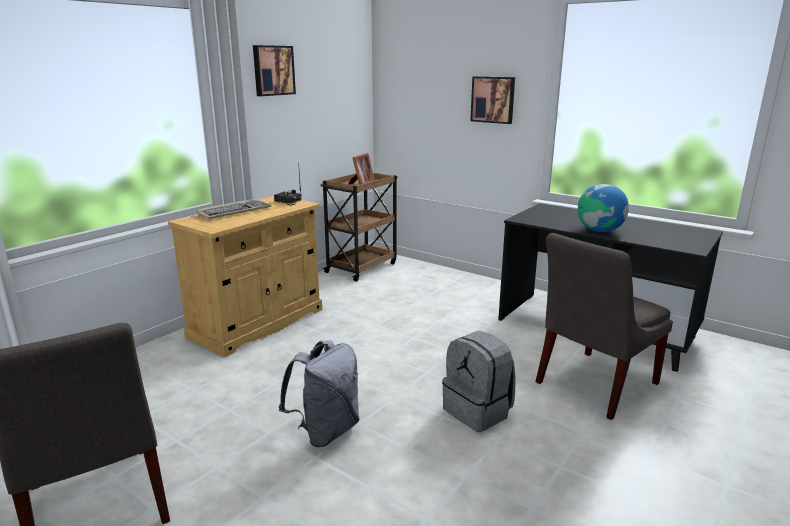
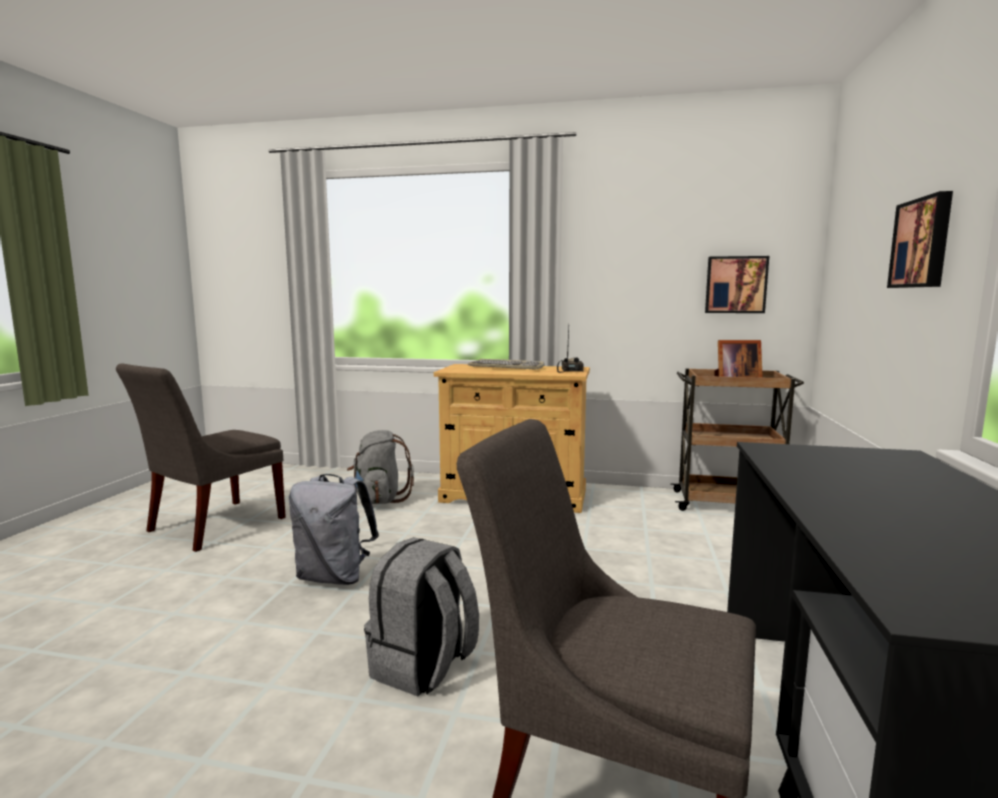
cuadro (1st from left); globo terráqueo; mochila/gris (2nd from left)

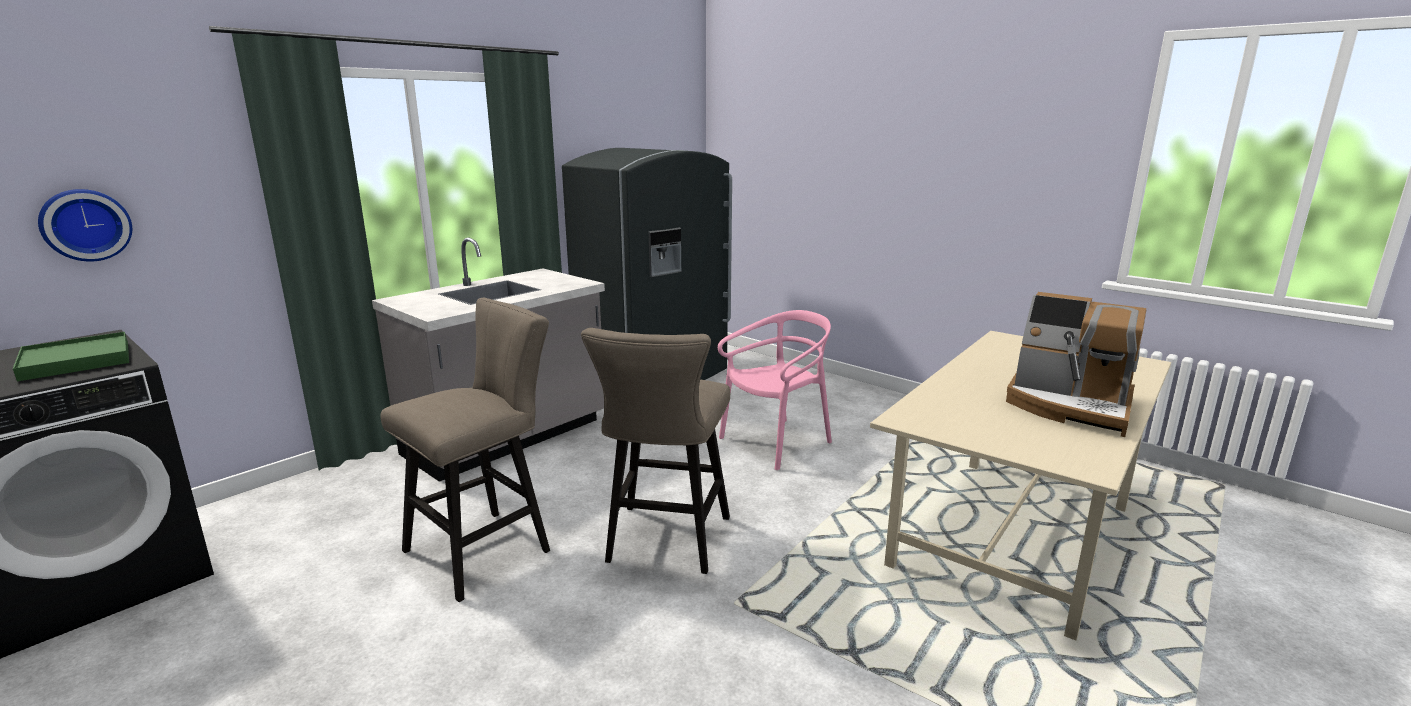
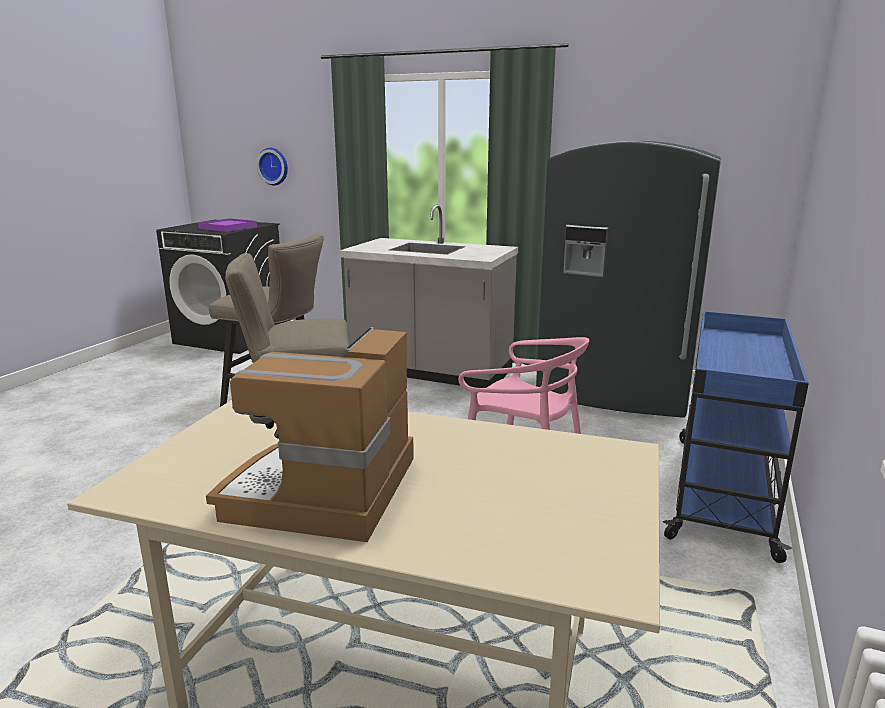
bandeja/morado; carrito/azul

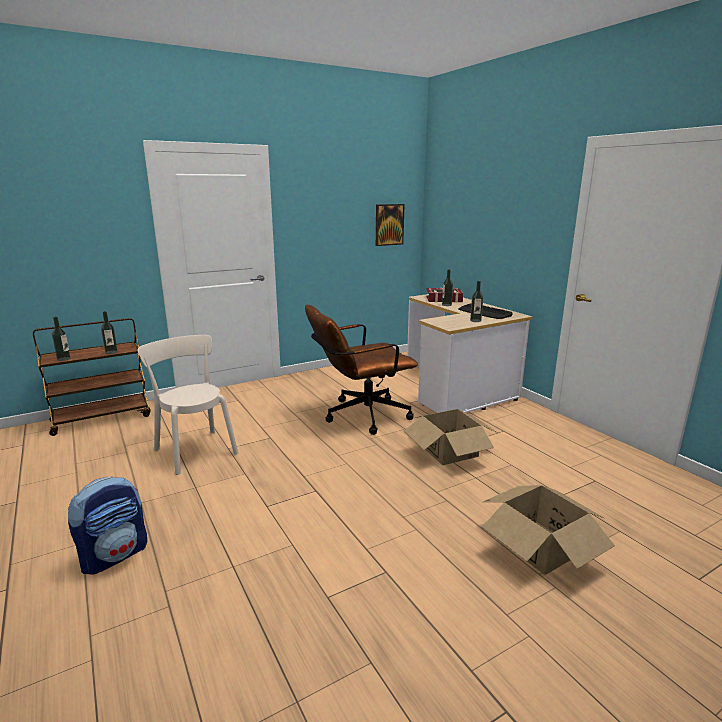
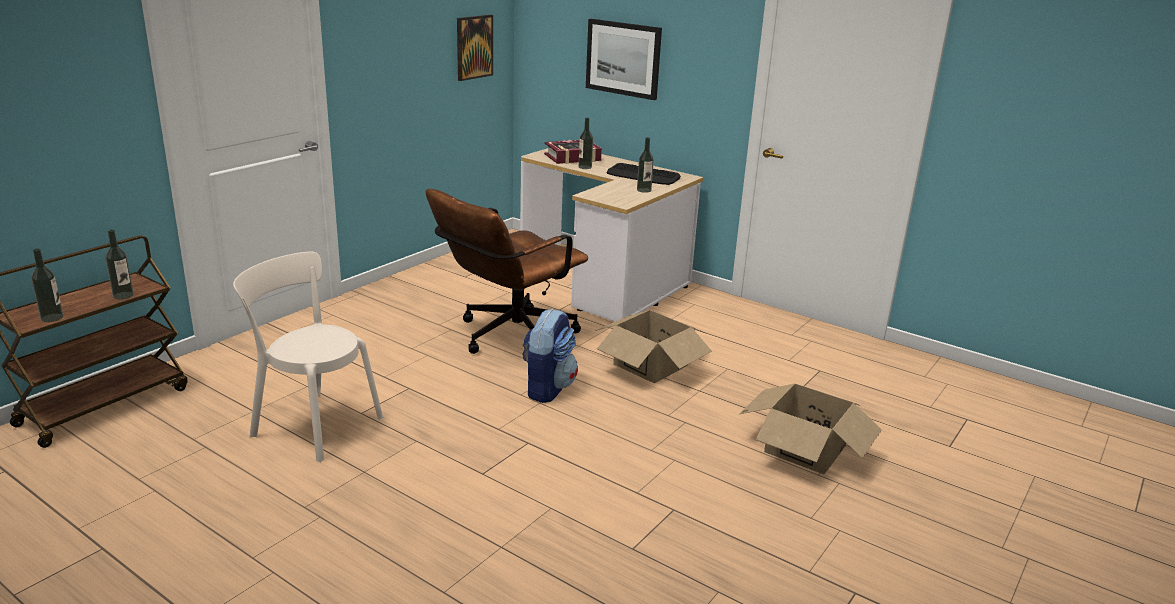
mochila; cuadro (2nd from left)

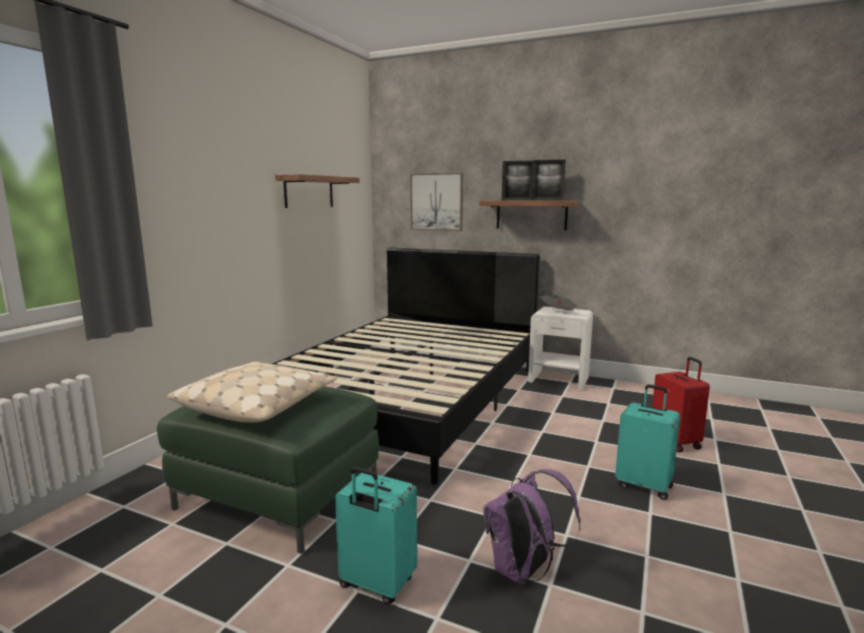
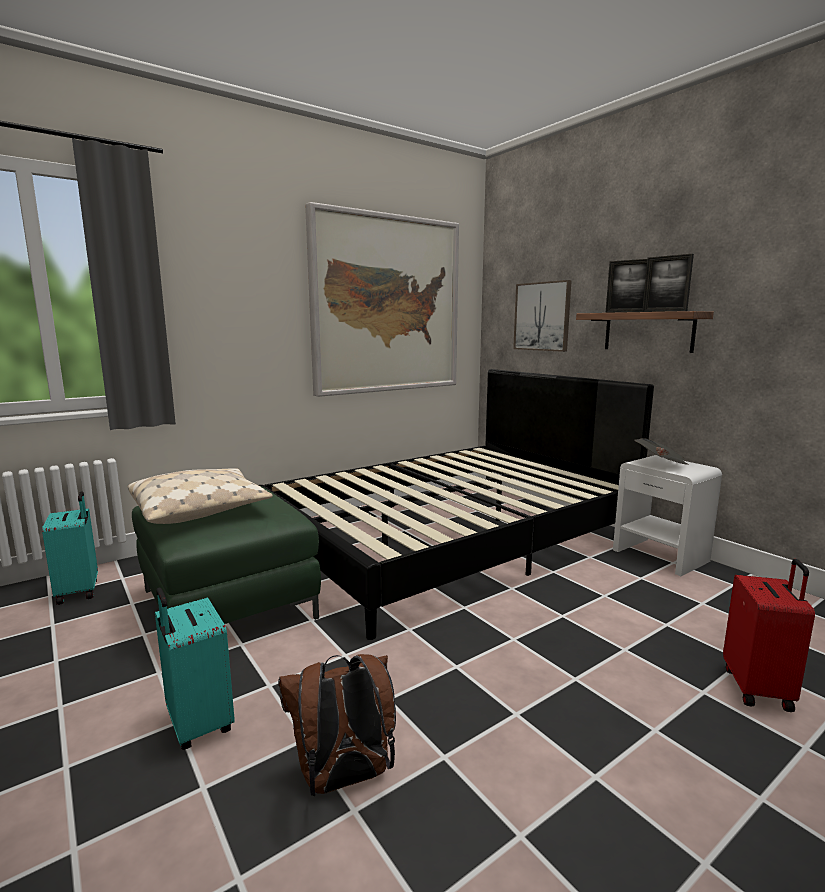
cuadro (1st from left); maleta/turquesa (1st from left); mochila/marrón

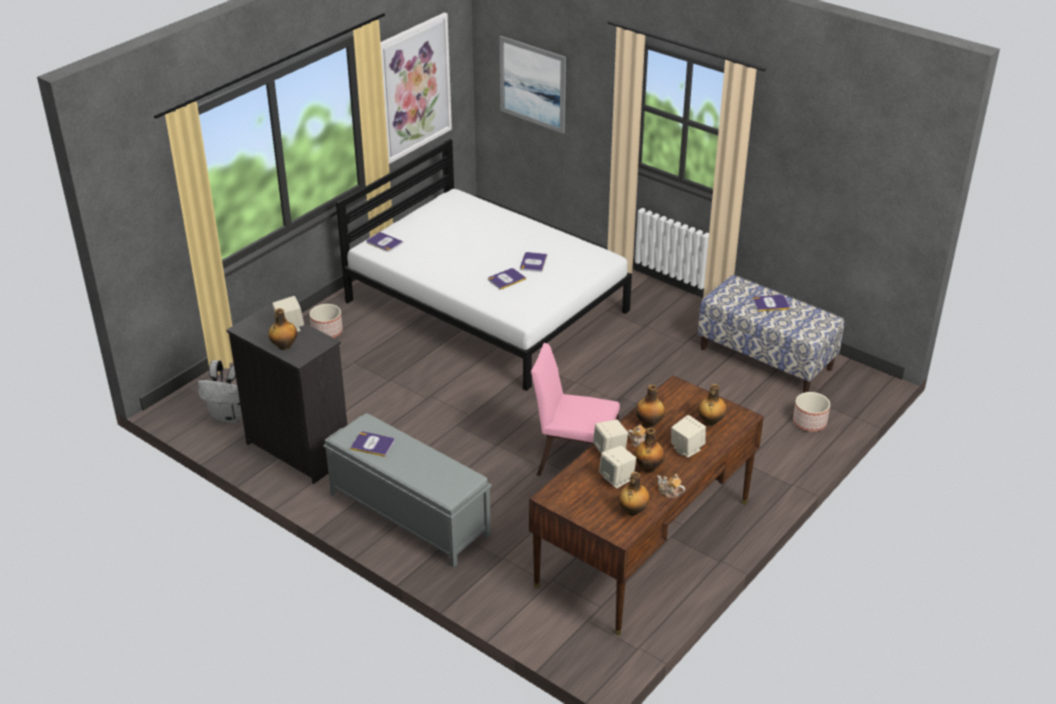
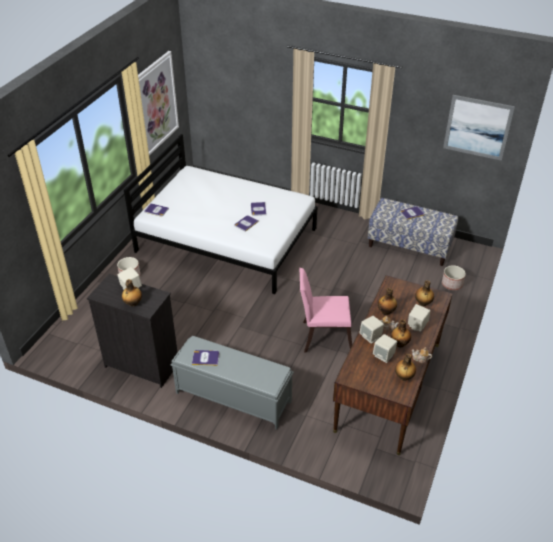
cuadro (2nd from left); mochila/blanco

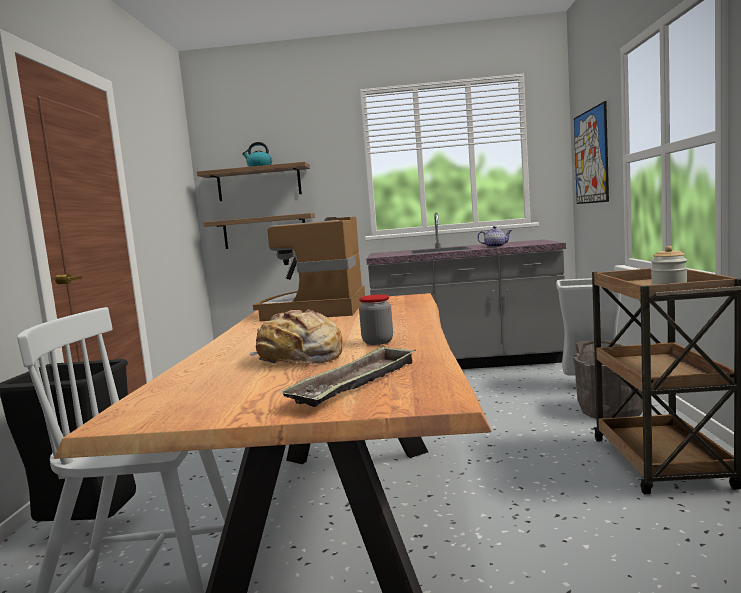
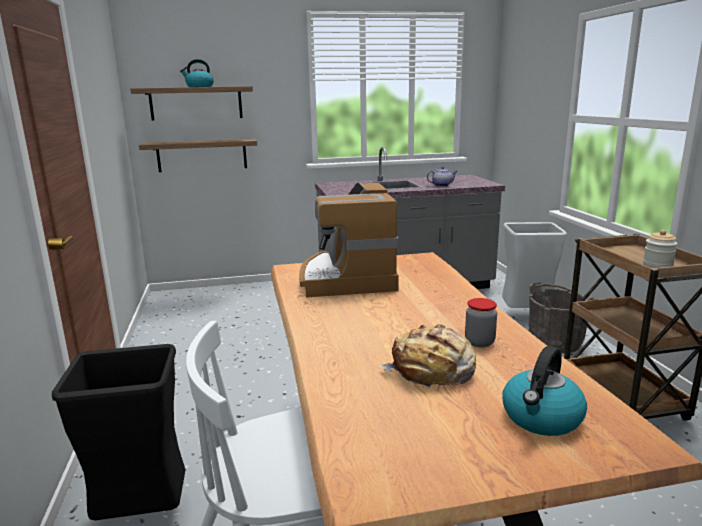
cuadro; hervidor (2nd from left)

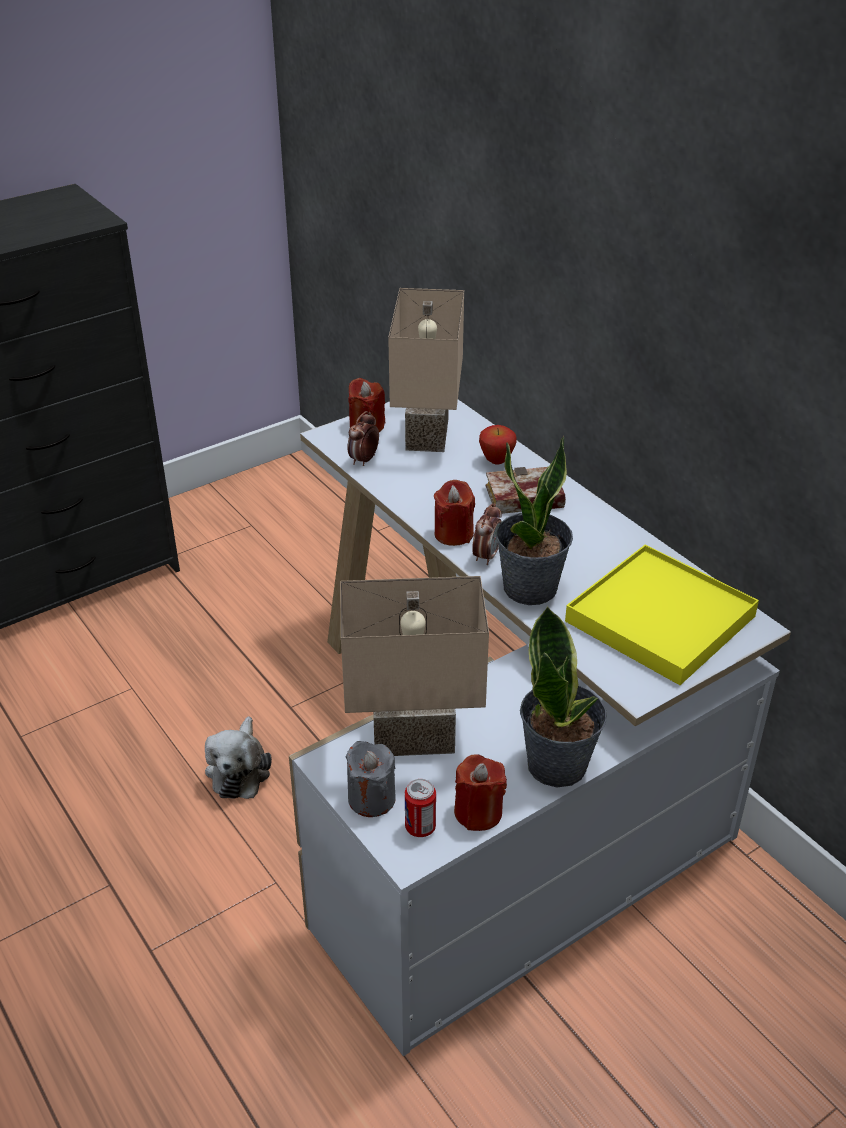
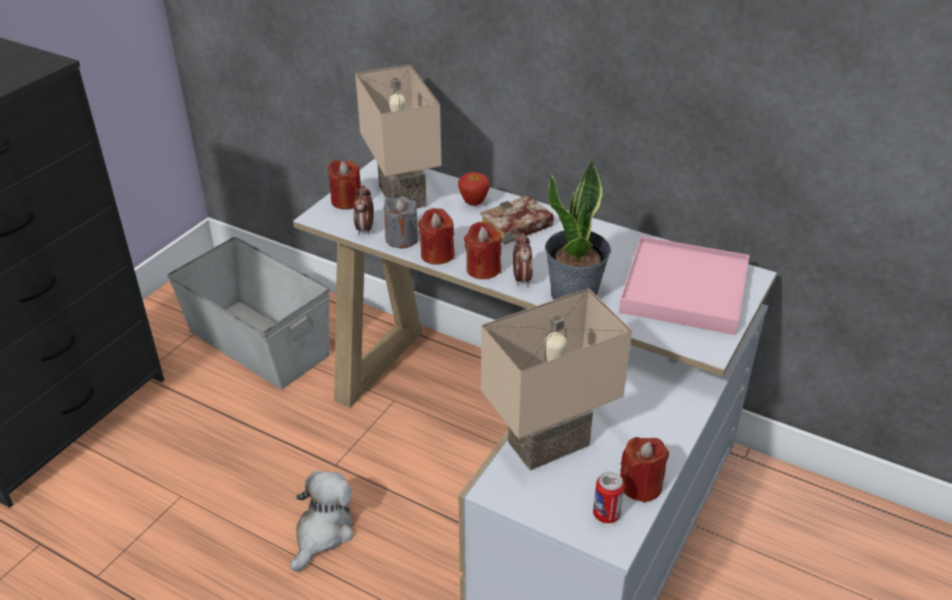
bandeja/rosa; planta en maceta (2nd from left in the first image); peluche; vela/gris; vela/rojo (2nd from left); caja de almacenaje/gris

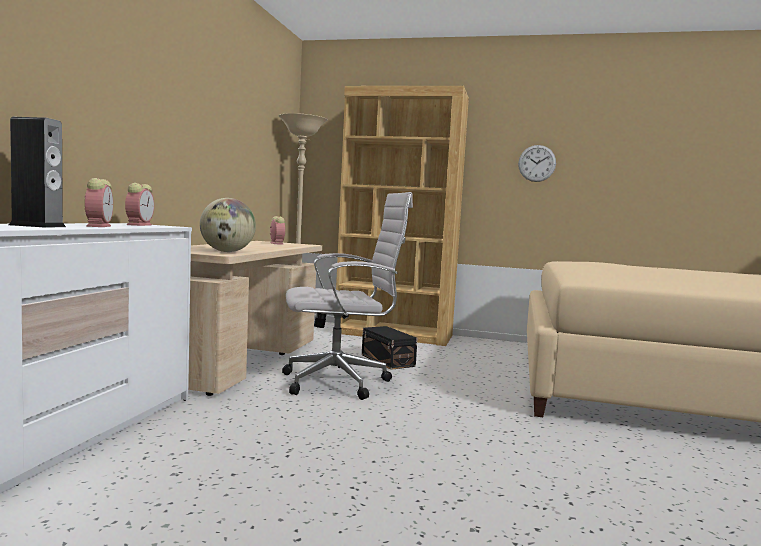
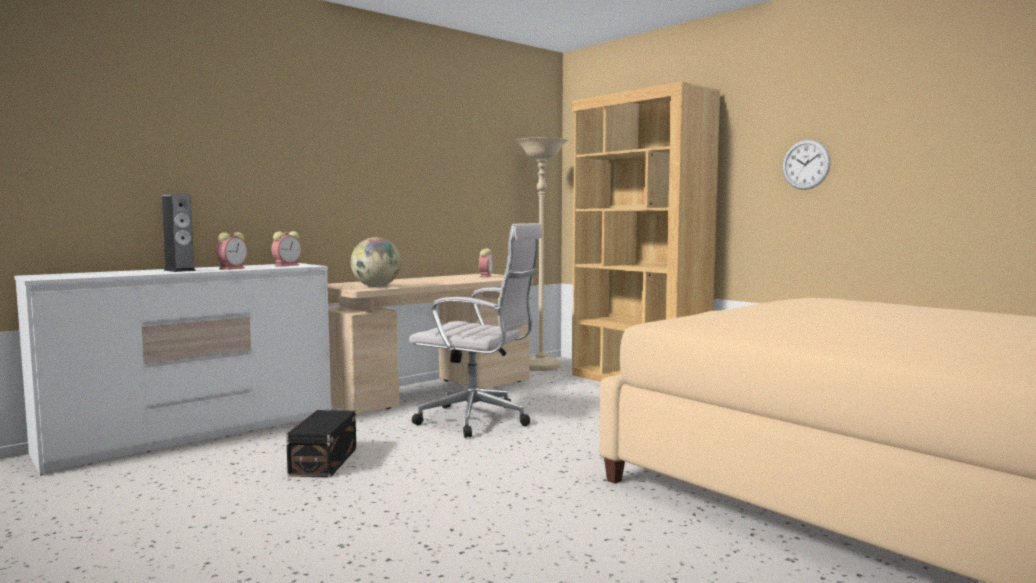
caja de almacenaje/negro

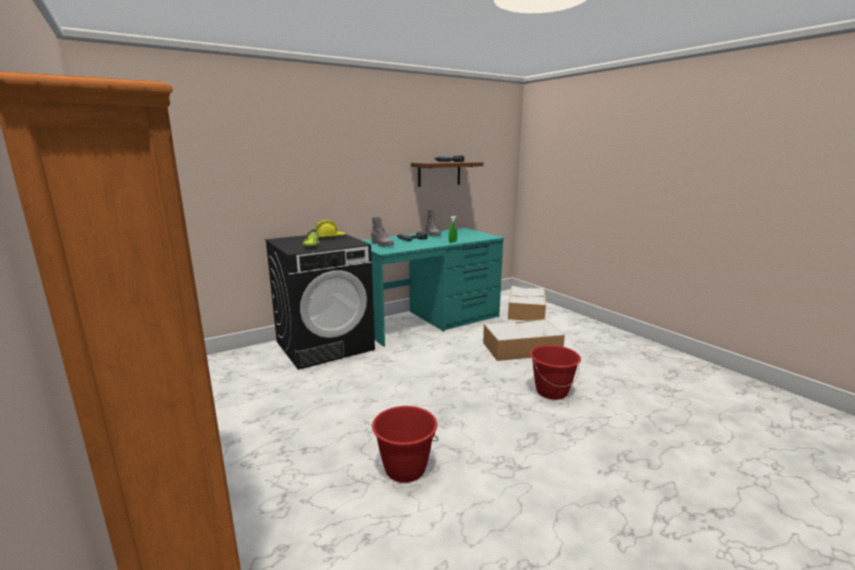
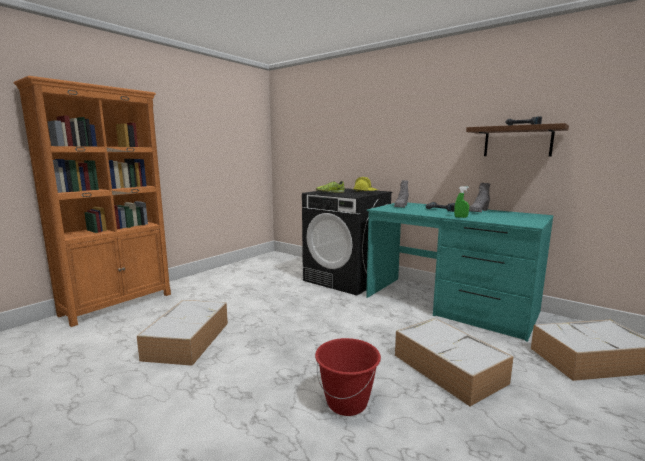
caja de almacenaje (1st from left)

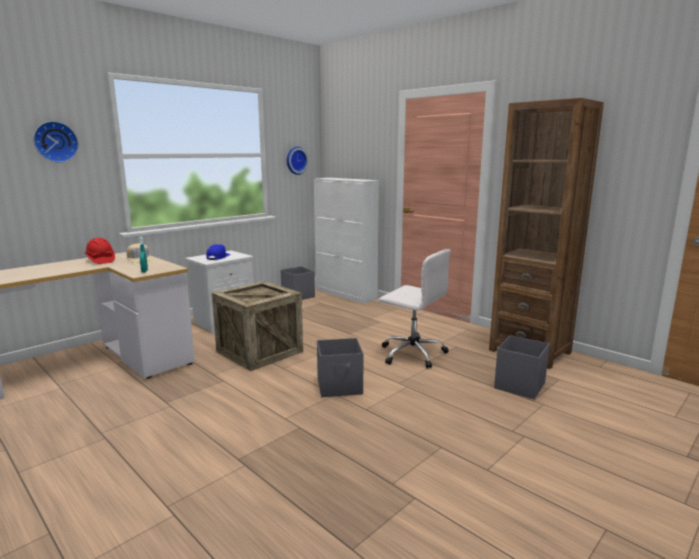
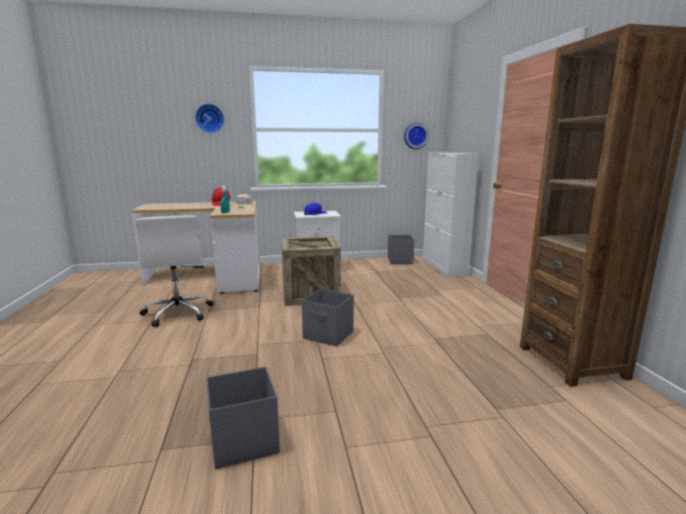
silla de oficina/blanco; caja de almacenaje/gris (1st from left)

